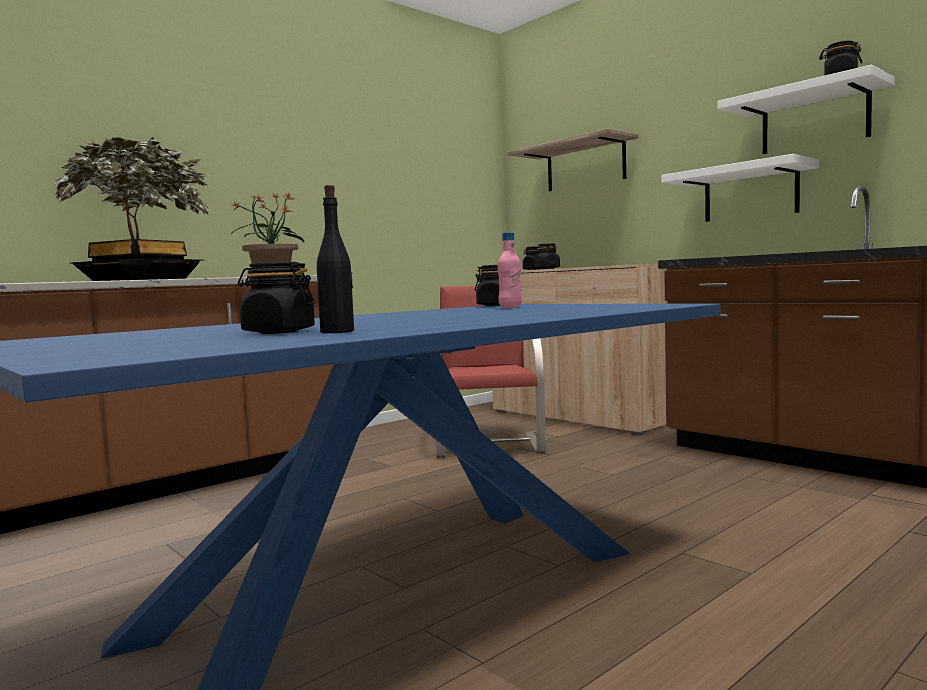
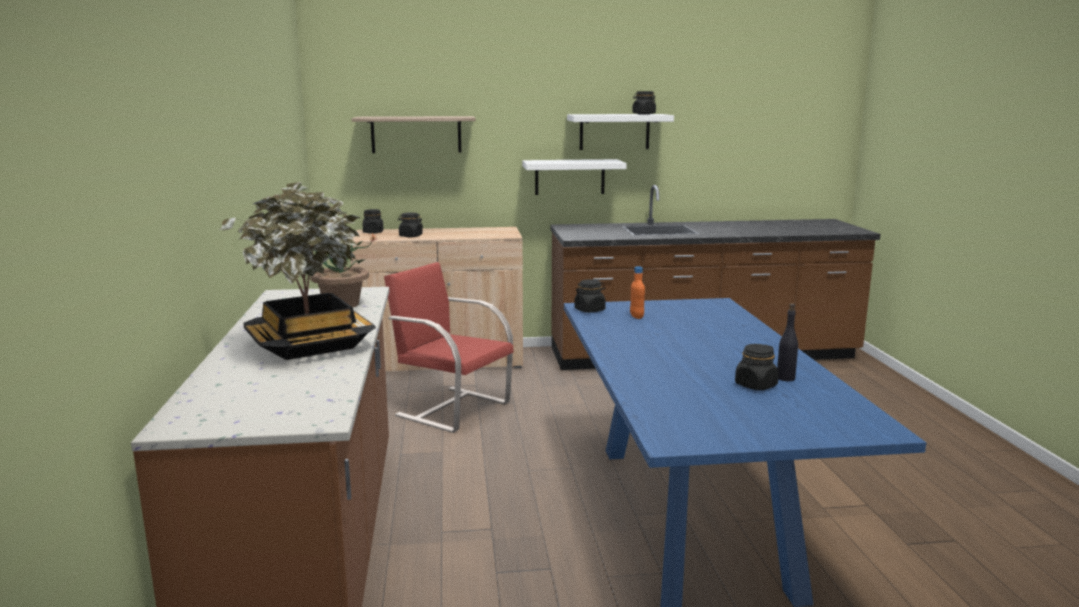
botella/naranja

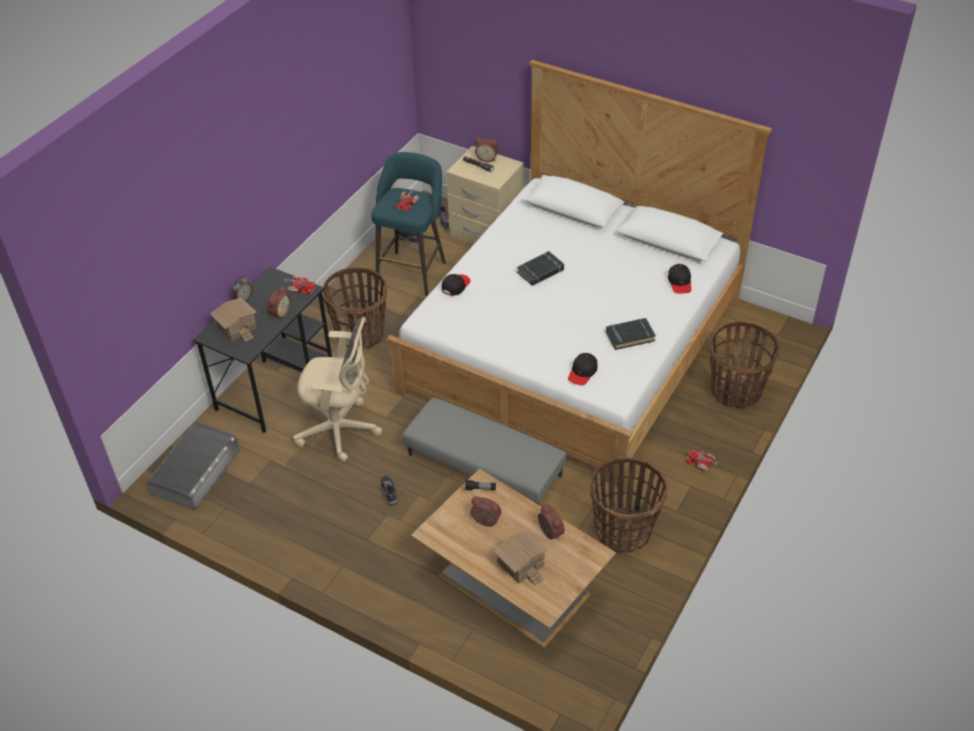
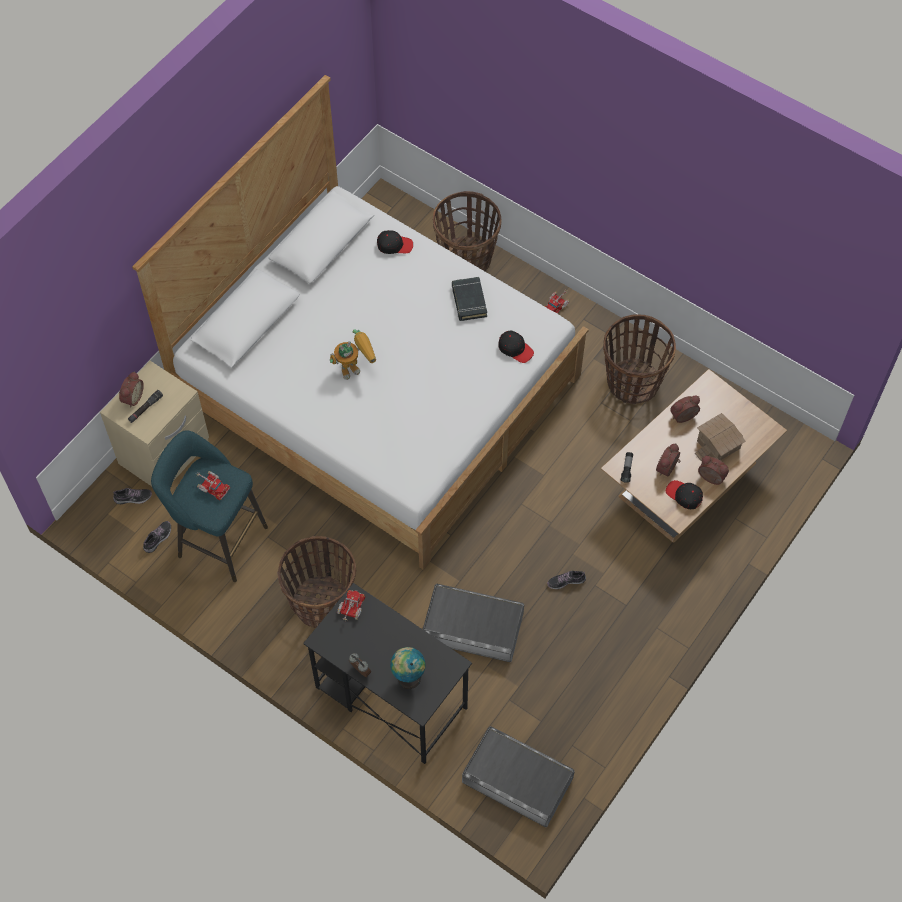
robot de juguete; gorra/negro (3rd from left); despertador (5th from left); globo terráqueo; caja de almacenaje/gris (1st from left); puf/gris

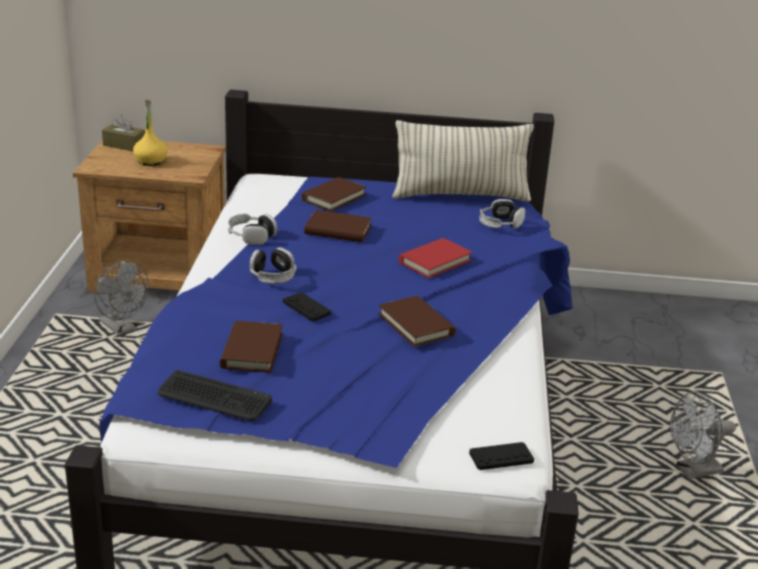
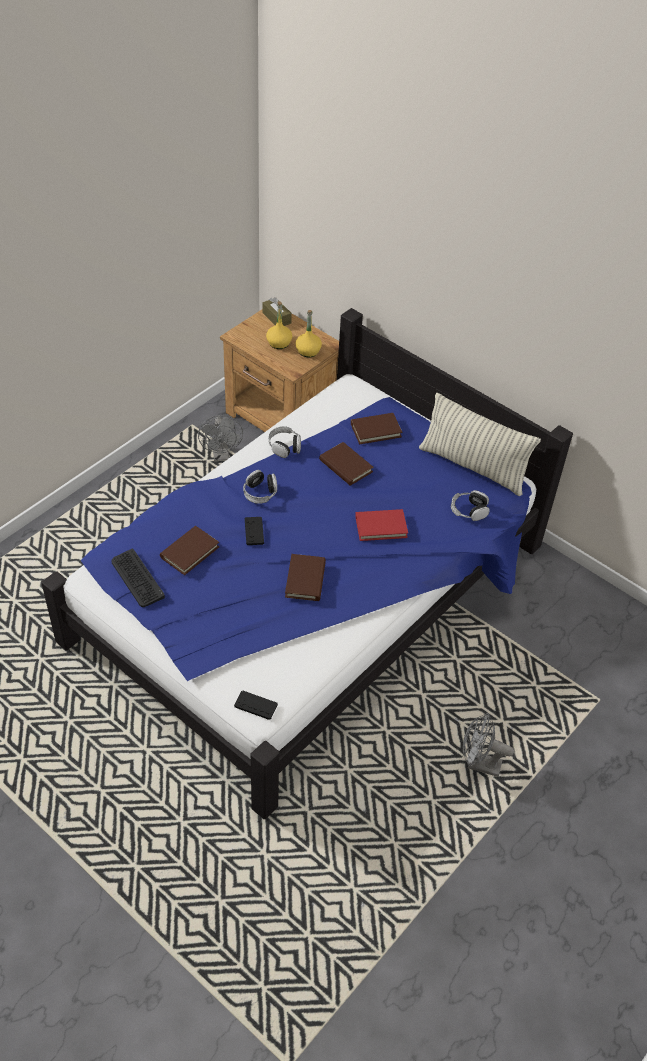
botella/amarillo (2nd from left)

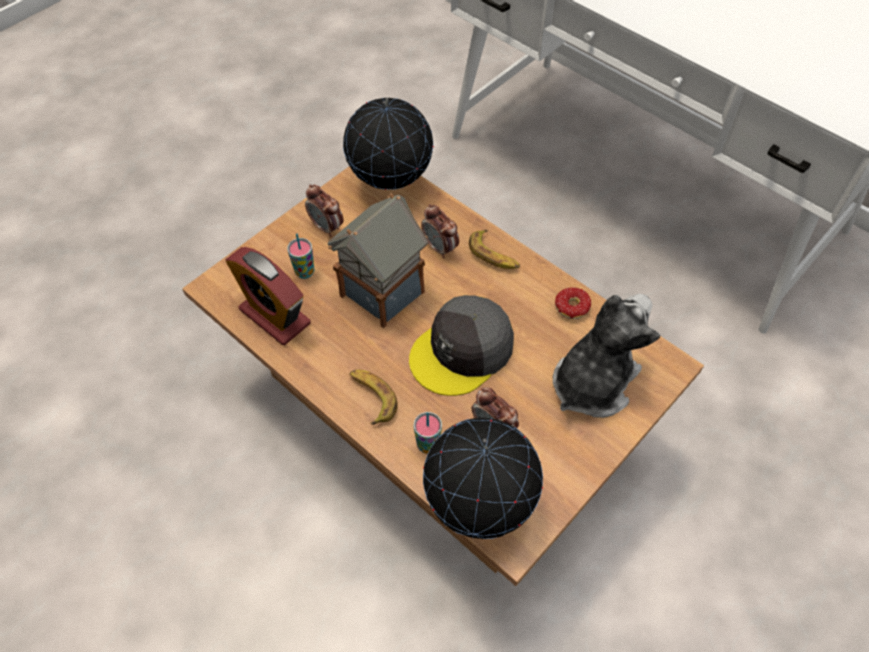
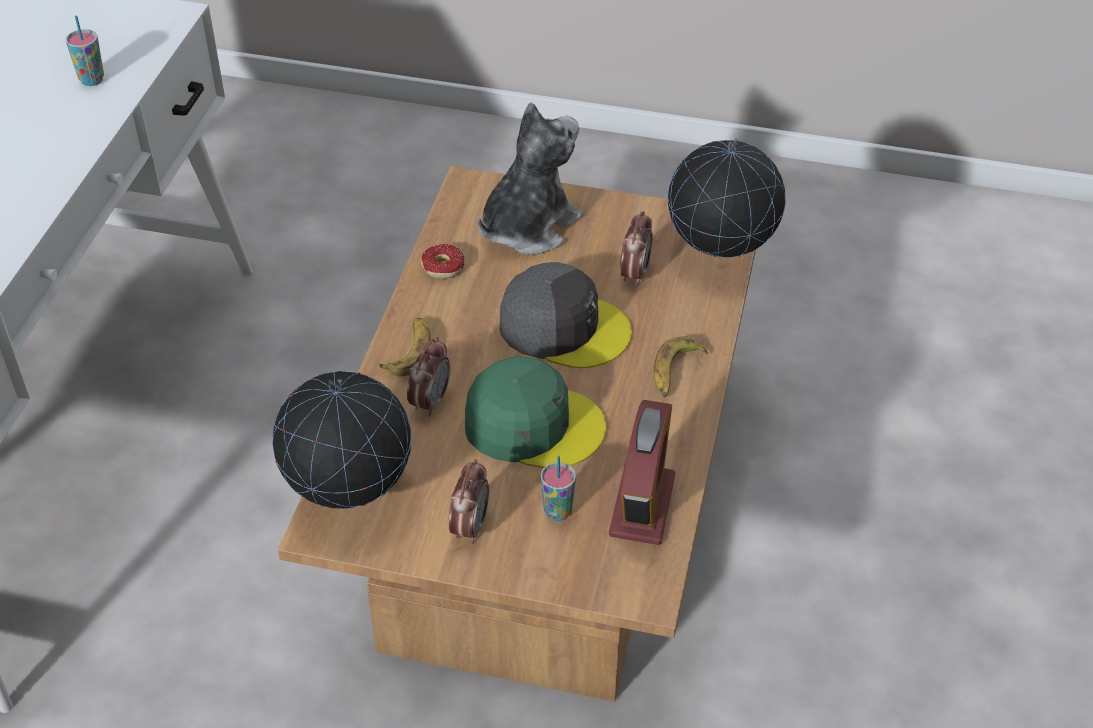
gorra/verde; peluche; taza (1st from left)

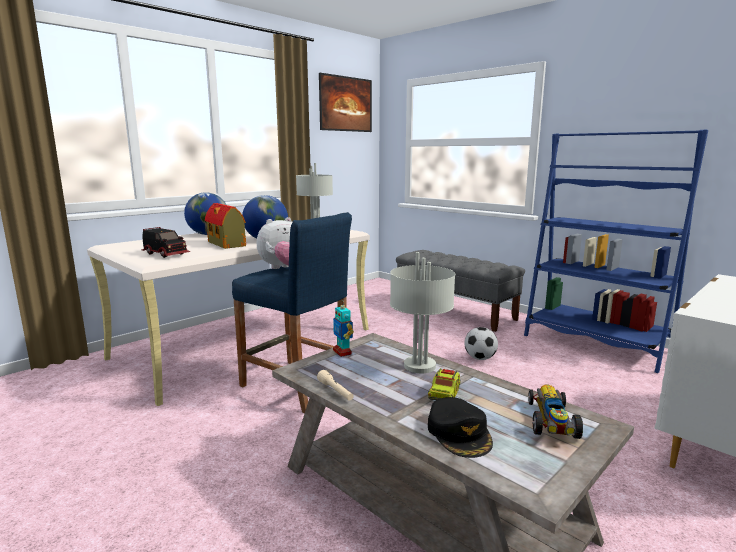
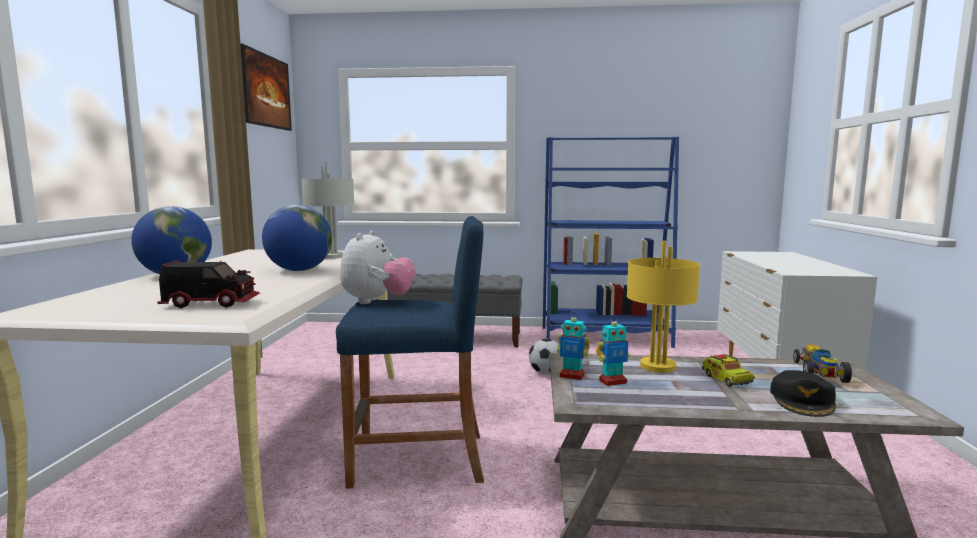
casita; lámpara de mesa/amarillo; linterna/beis; coche de juguete; gorra/negro; robot de juguete (2nd from left)

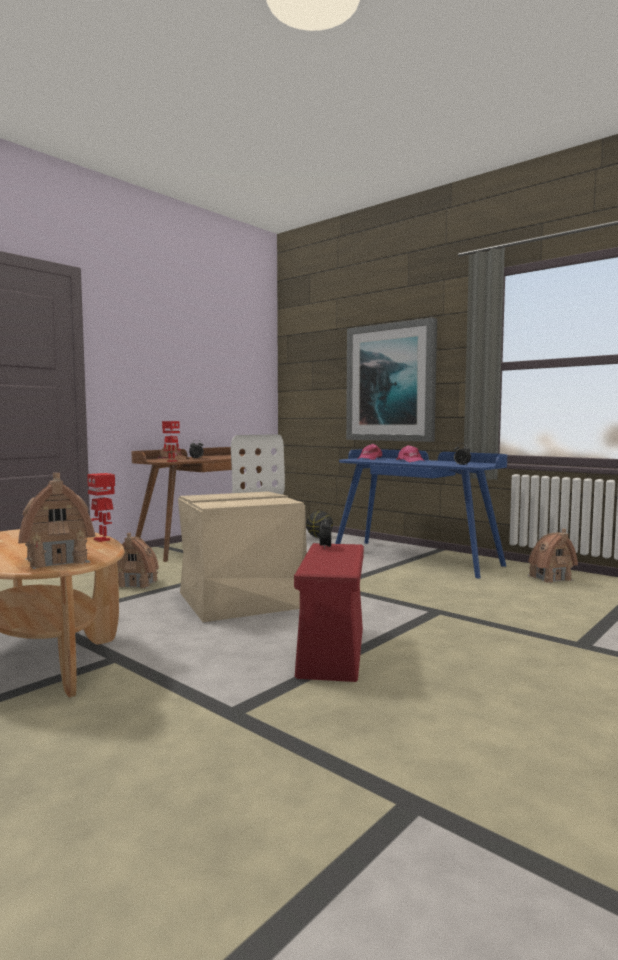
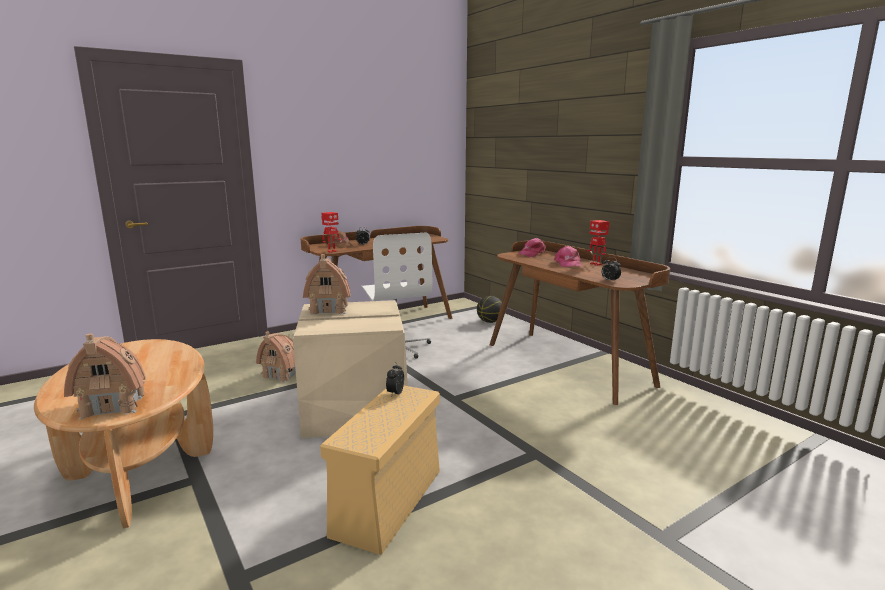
cuadro; escritorio/marrón (2nd from left); robot de juguete (2nd from left); casita (3rd from left); caja de almacenaje/beis (2nd from left)

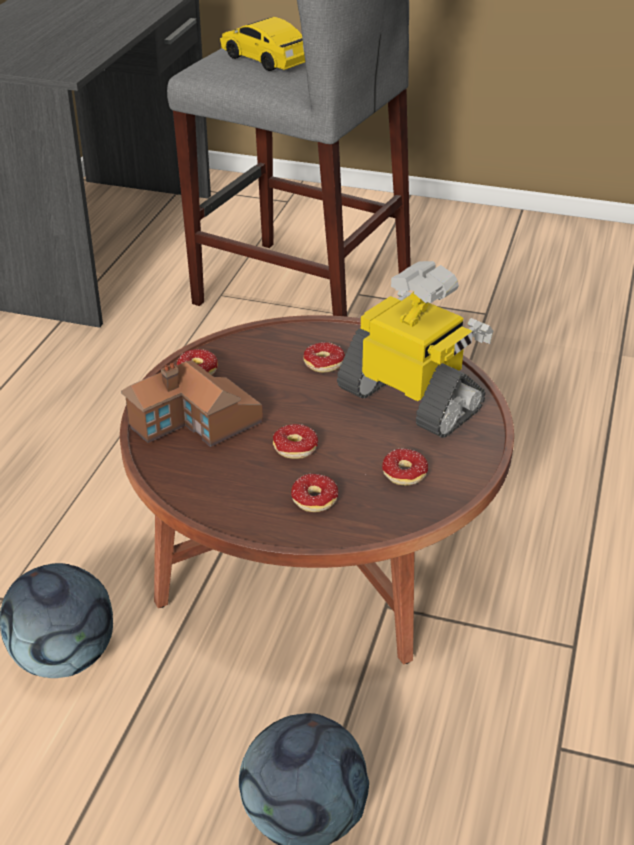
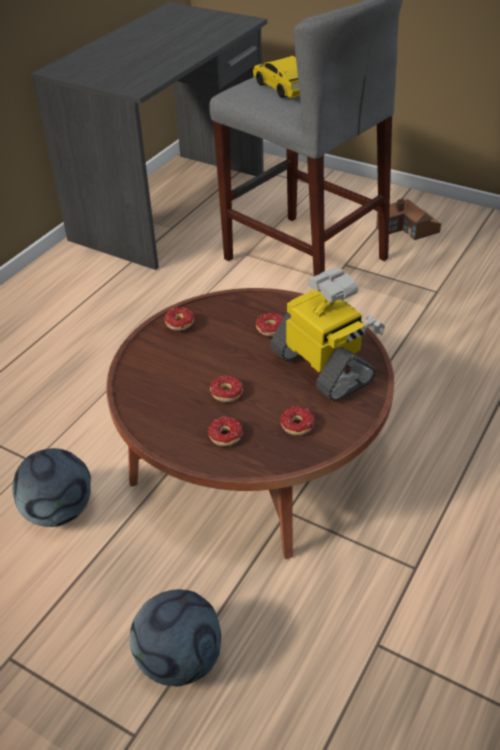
casita

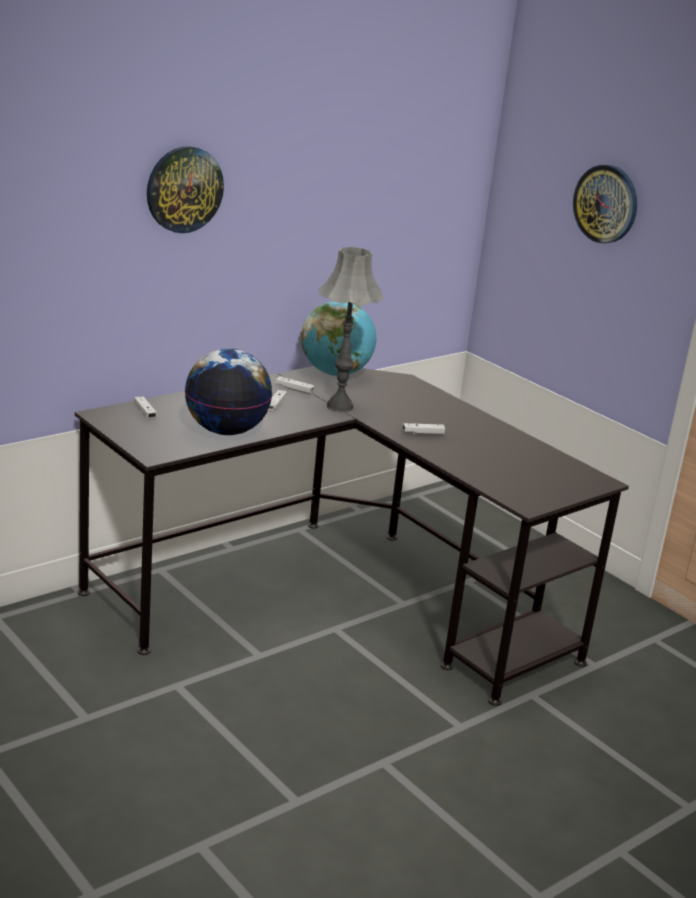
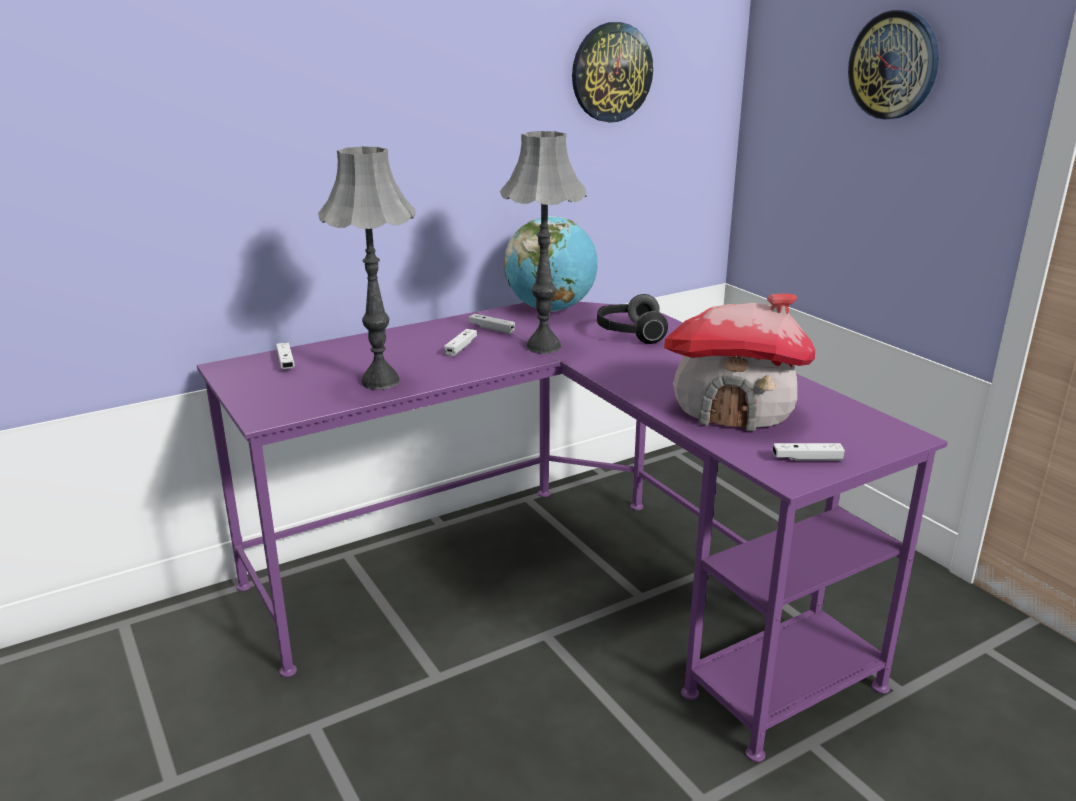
reloj de pared (1st from left); lámpara de mesa/gris (1st from left); escritorio/morado; mando de consola/blanco (4th from left); auriculares; casita

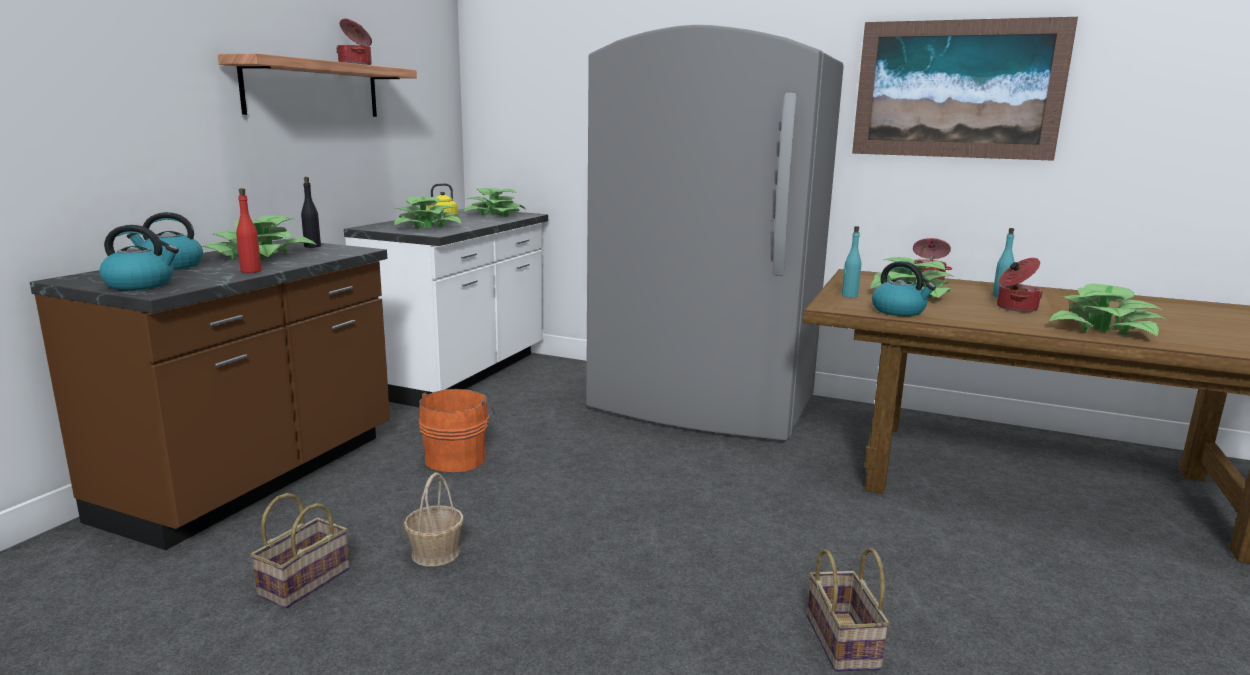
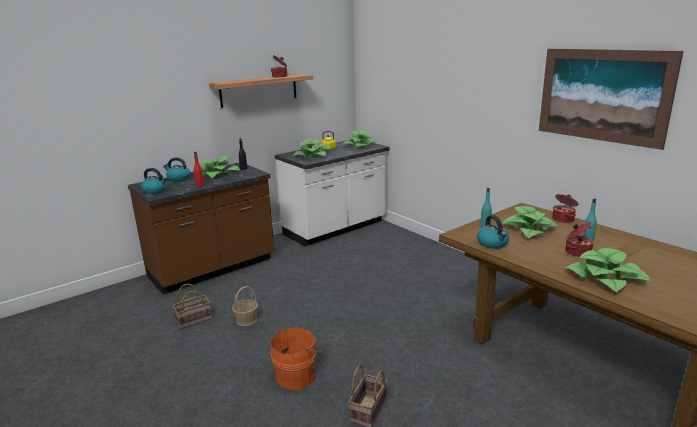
nevera/gris; cubo/naranja

